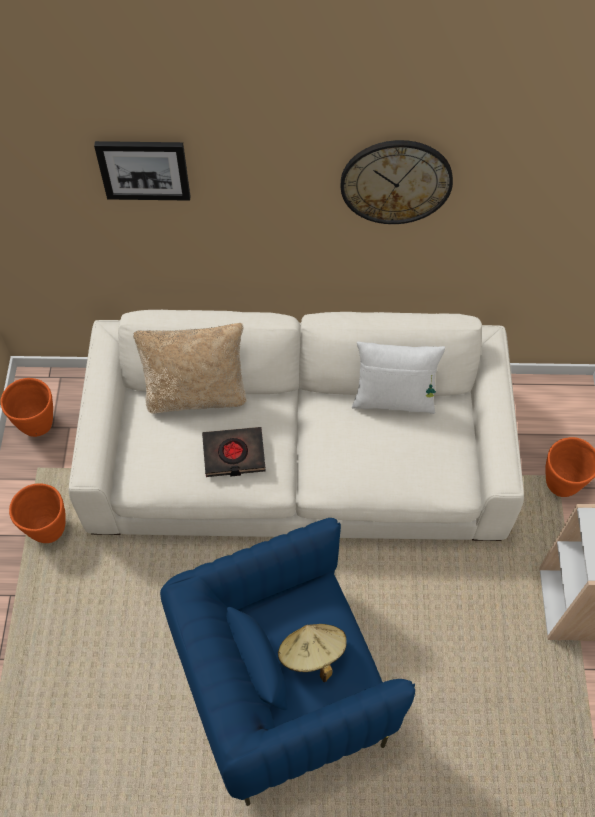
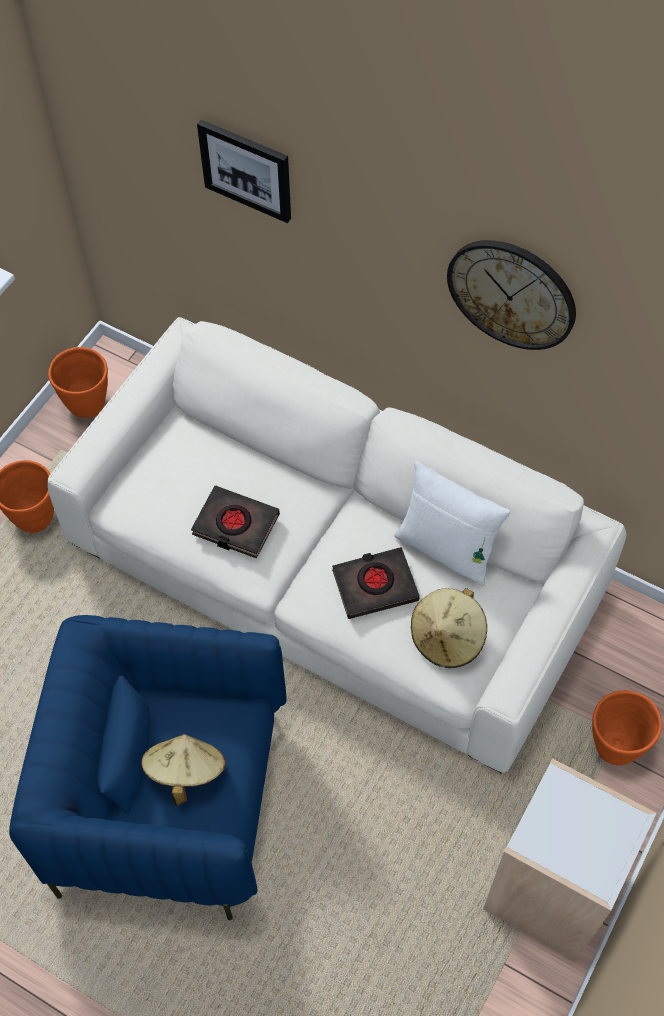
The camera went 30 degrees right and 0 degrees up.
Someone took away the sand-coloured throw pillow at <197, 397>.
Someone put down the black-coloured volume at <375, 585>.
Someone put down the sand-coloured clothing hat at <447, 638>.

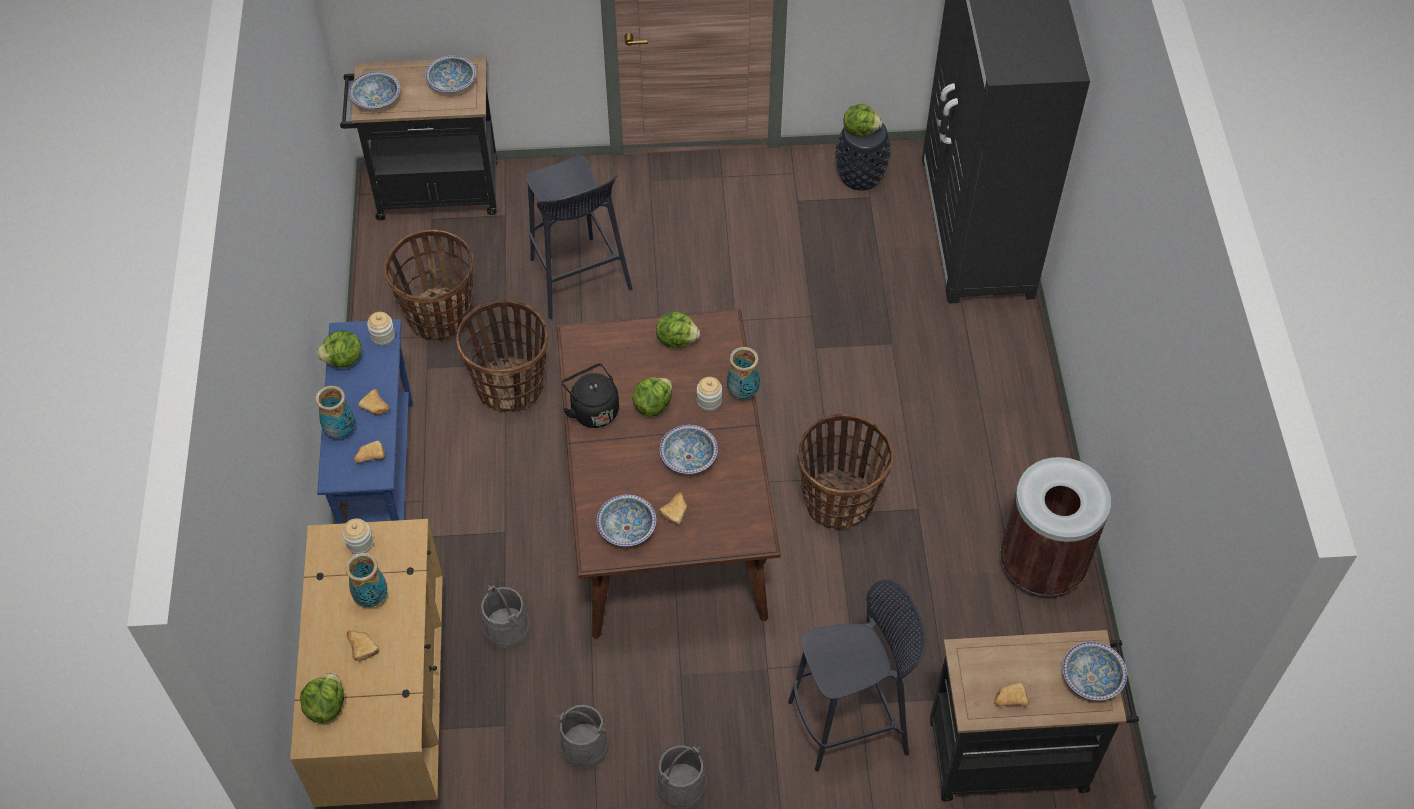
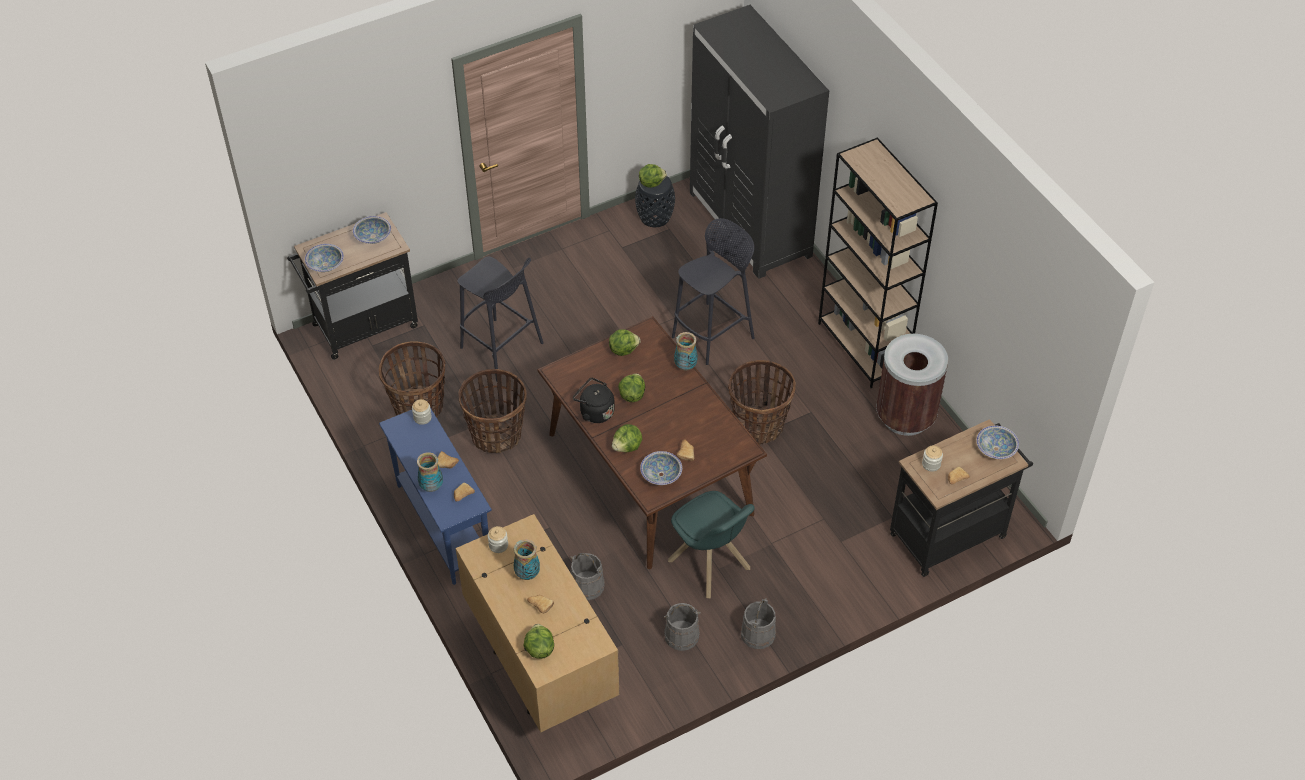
The camera went 25 degrees left and 5 degrees down.
Someone carried the lettuce from <343, 360> to <627, 447>.
Someone carried the storage jar from <709, 401> to <931, 464>.
Someone took away the deep dish at <689, 457>.
Someone carried the gray stool from <849, 721> to <712, 334>.
Someone put down the sand-coloured bookshelf at <863, 347>.
Someone put down the blue-green upright chair at <710, 564>.

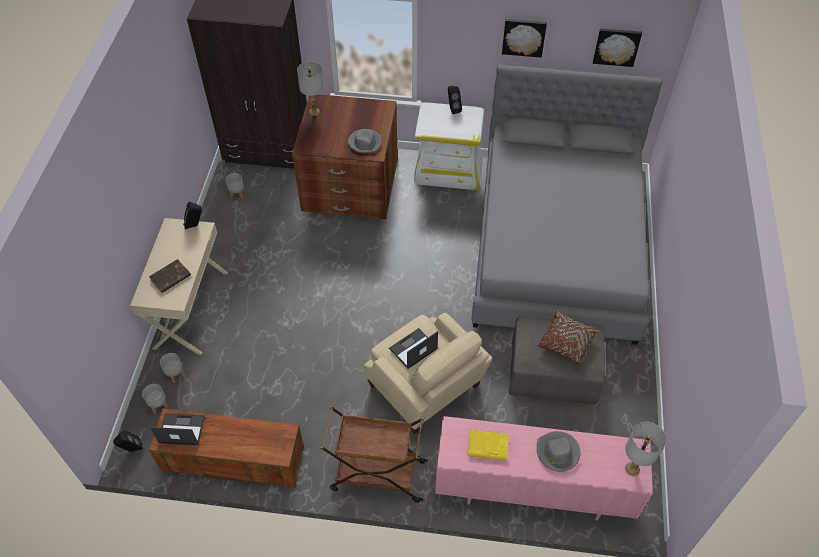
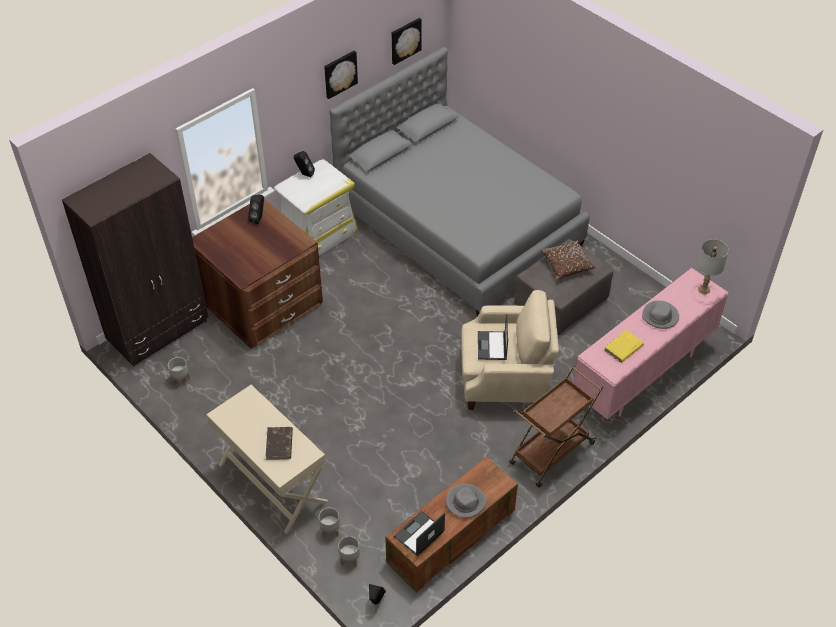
The camera went 50 degrees left and 5 degrees down.
Someone took away the gray table lamp at <314, 112>.
Someone carried the gray clothing hat from <365, 142> to <465, 501>.
Someone carried the black-coloured speaker from <195, 225> to <259, 218>.

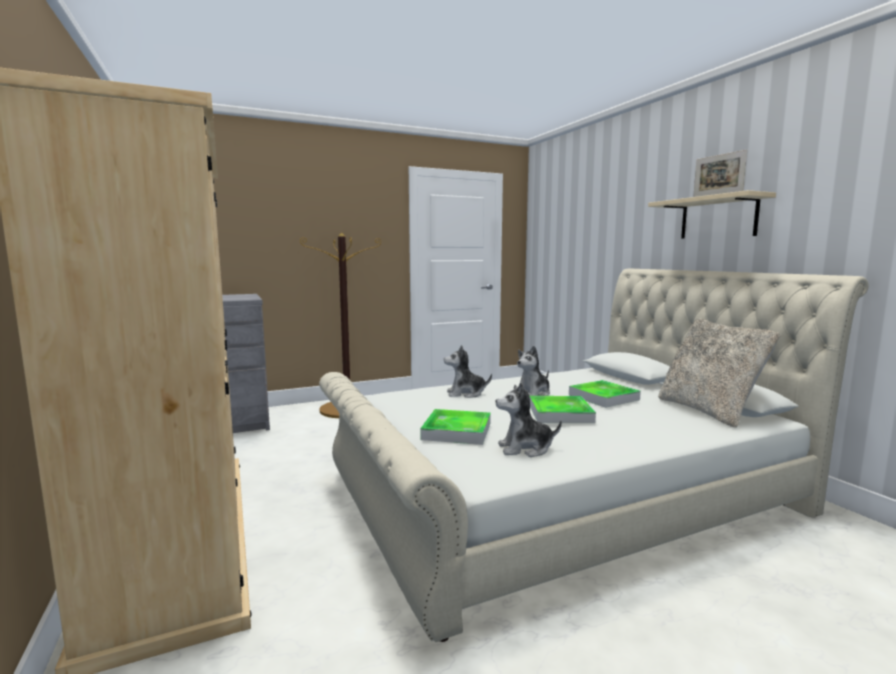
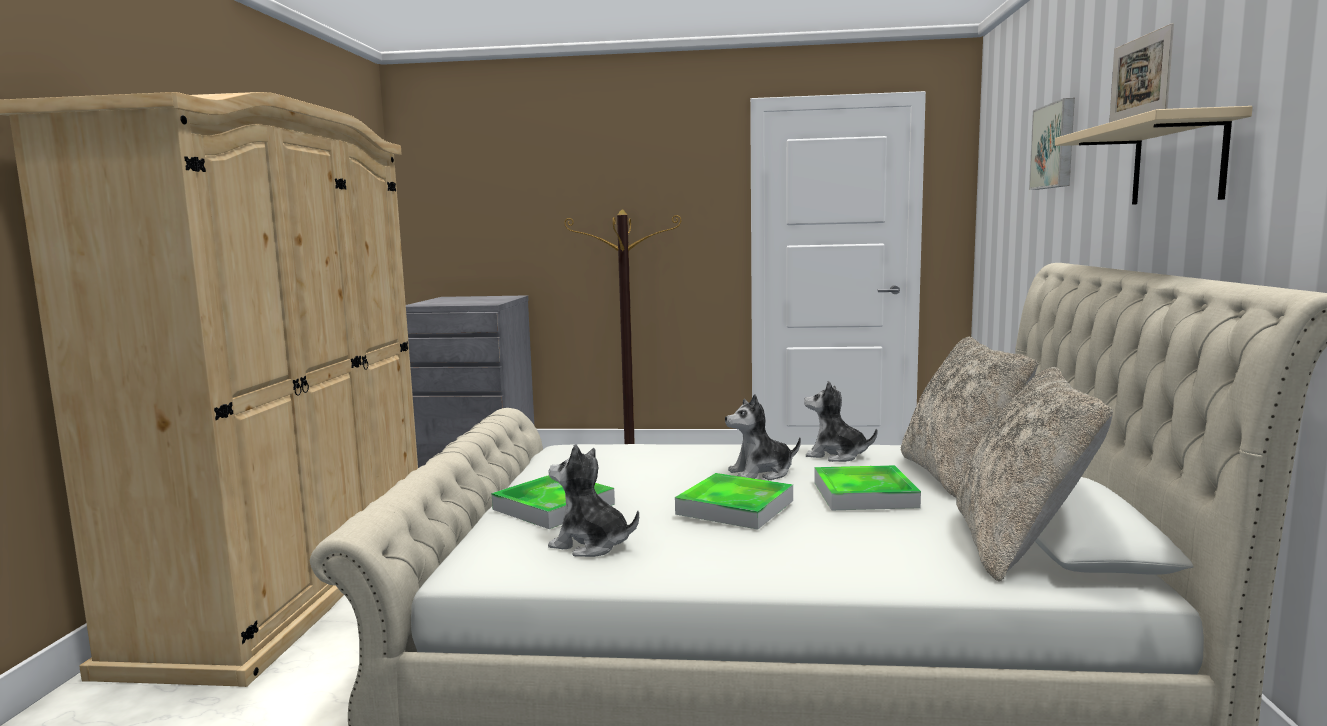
The camera went 30 degrees right and 0 degrees up.
Someone carried the soft toy from <465, 394> to <836, 455>.
Someone put up the wall picture at <1055, 146>.
Someone put down the sand-coloured throw pillow at <958, 475>.

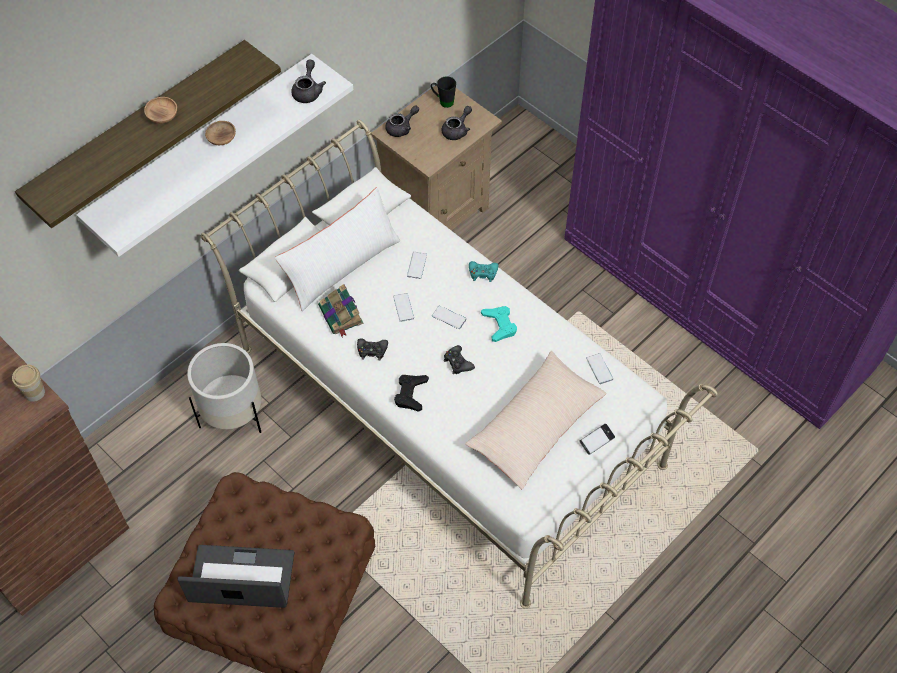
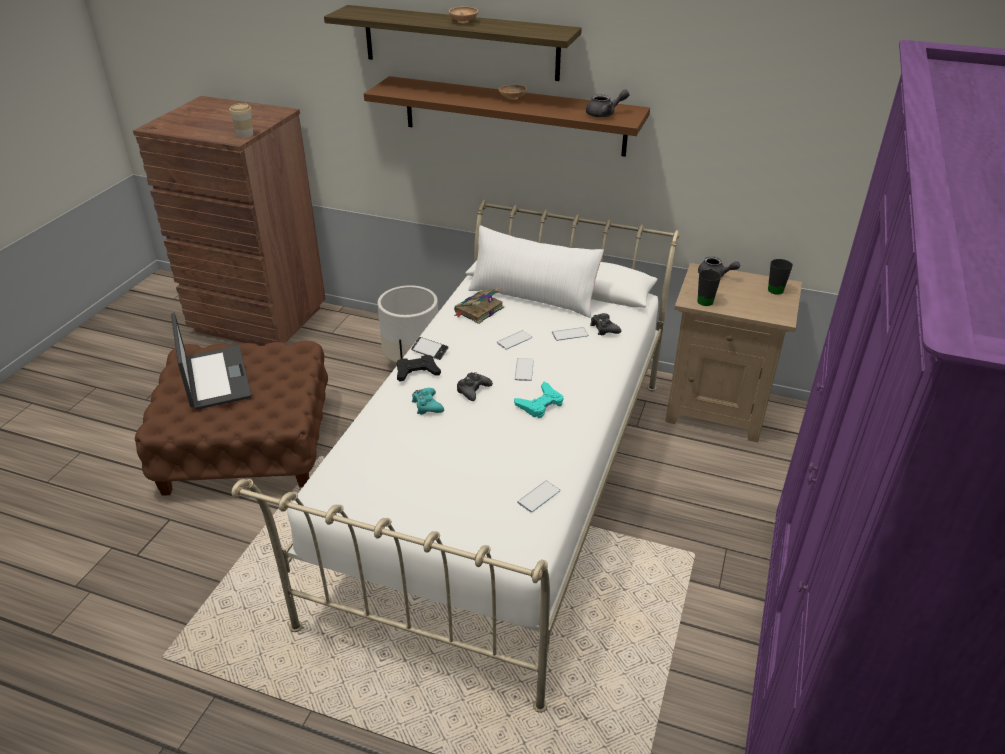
The camera went 65 degrees right and 20 degrees down.
Someone repainted the whitish shelf at <203, 148>, which became the brown-coloured shelf at <513, 116>.
Someone took away the gray tea pot at <457, 130>.
Someone carried the blue-green game controller from <483, 273> to <427, 405>.
Someone carried the black-coloured game controller from <372, 351> to <604, 328>.
Someone took away the sand-coloured throw pillow at <536, 426>.
Someone carried the phone from <596, 440> to <429, 351>.
Someone put down the black-coloured mug at <707, 300>.

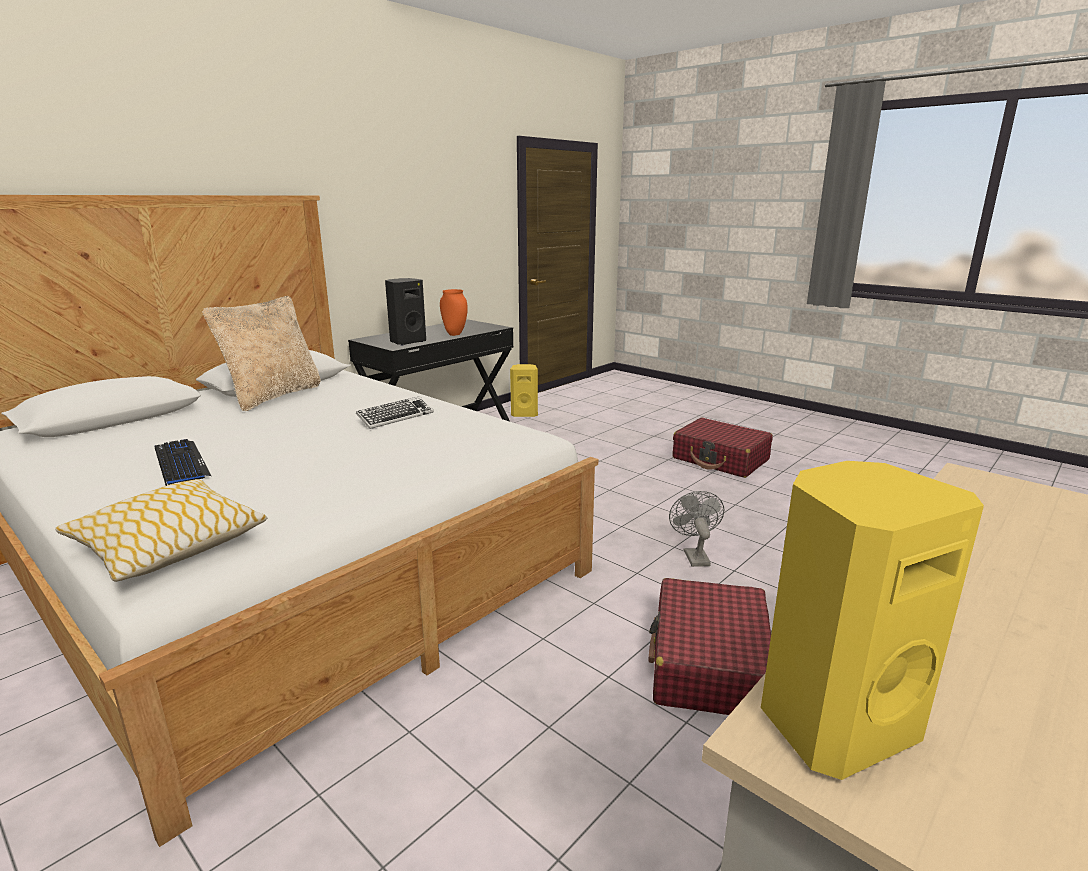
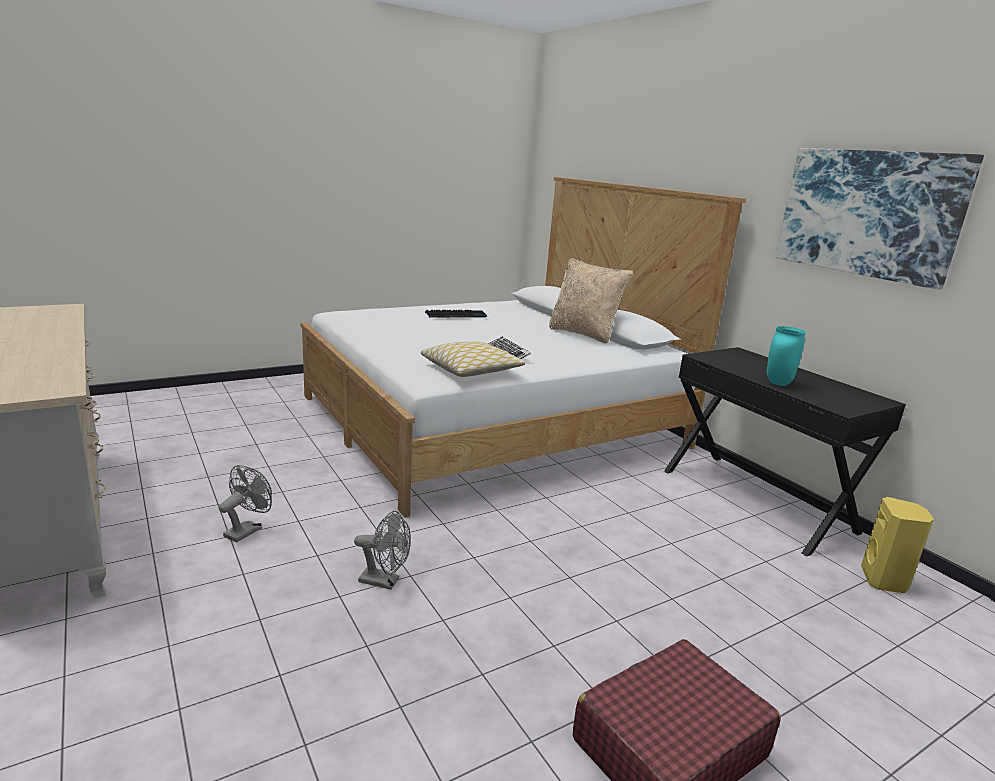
The camera went 105 degrees right and 0 degrees up.
Someone took away the black-coloured speaker at <407, 342>.
Someone repainted the orangey decorative vase at <455, 334>, which became the blue-green decorative vase at <779, 384>.
Someone took away the yellow speaker at <832, 721>.
Someone carried the throw pillow from <167, 545> to <471, 370>.
Someone swapped the red-coloured suitcase at <709, 664> for the gray electric fan at <247, 530>.
Someone put up the wall picture at <867, 213>.

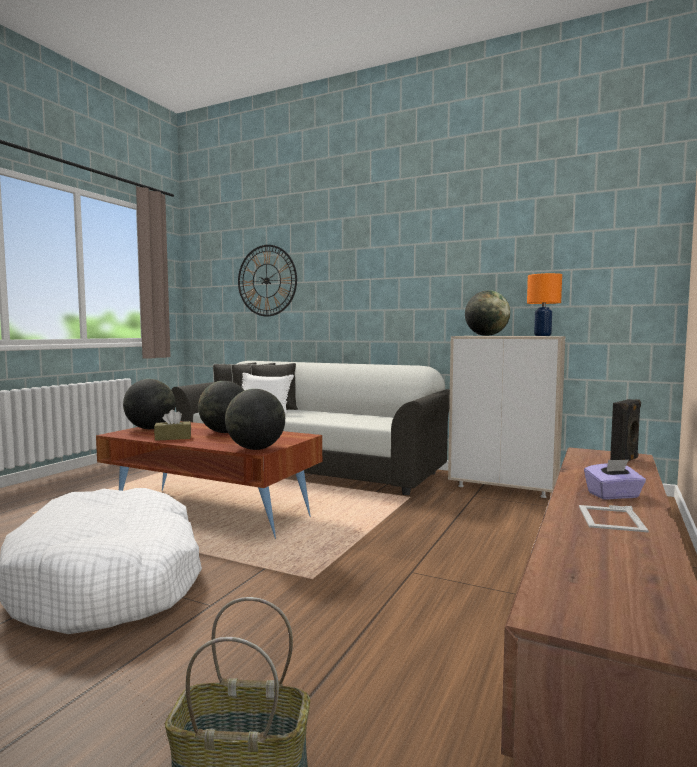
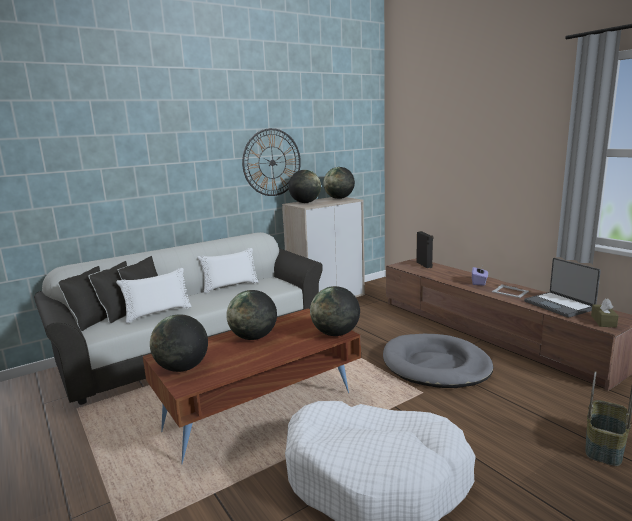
The camera went 60 degrees left and 10 degrees up.
Someone carried the clock on the wall from <266, 280> to <272, 162>.
Someone swapped the orangey table lamp at <543, 335> for the world globe at <339, 198>.
Someone carried the brown-coloured tissue box from <173, 438> to <603, 321>.
Someone put down the whitish throw pillow at <230, 286>.
Someone put down the notebook computer at <559, 305>.
Someone put down the gray pet bed at <435, 365>.

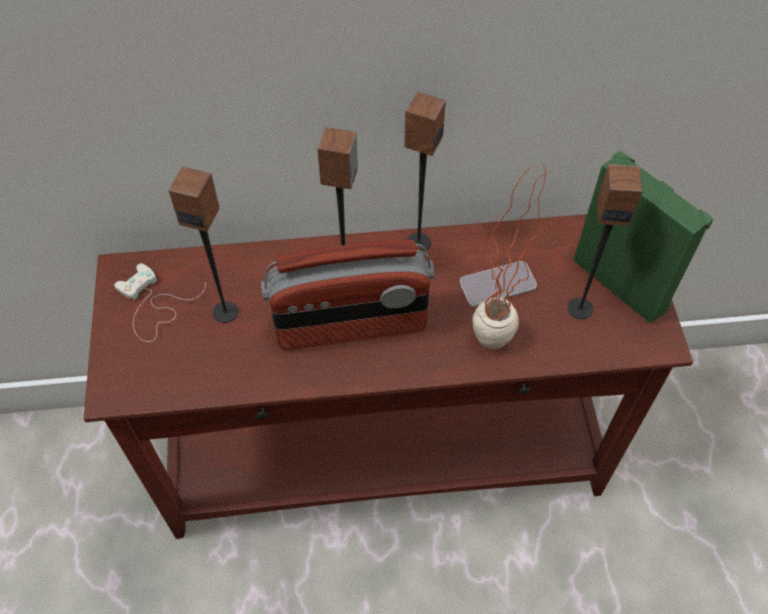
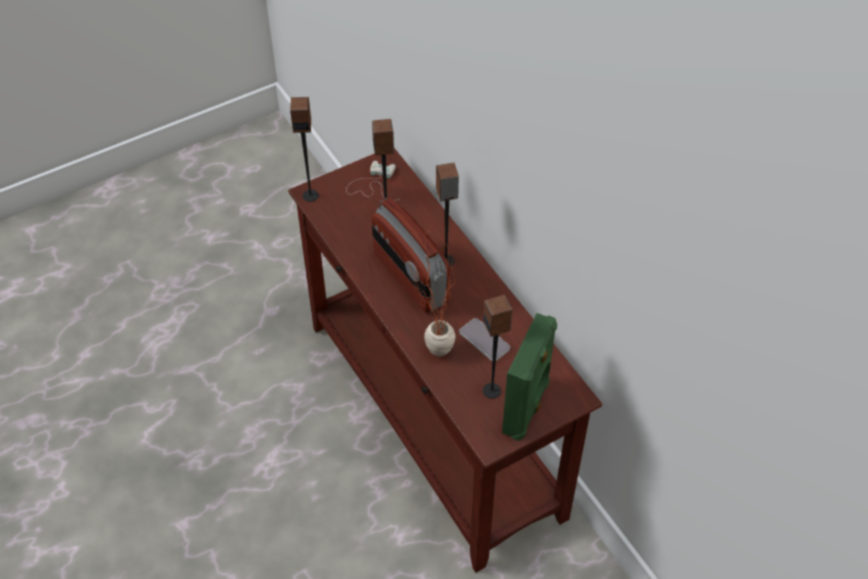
The camera went 65 degrees right and 5 degrees down.
Someone carried the speaker from <418, 242> to <310, 195>.

